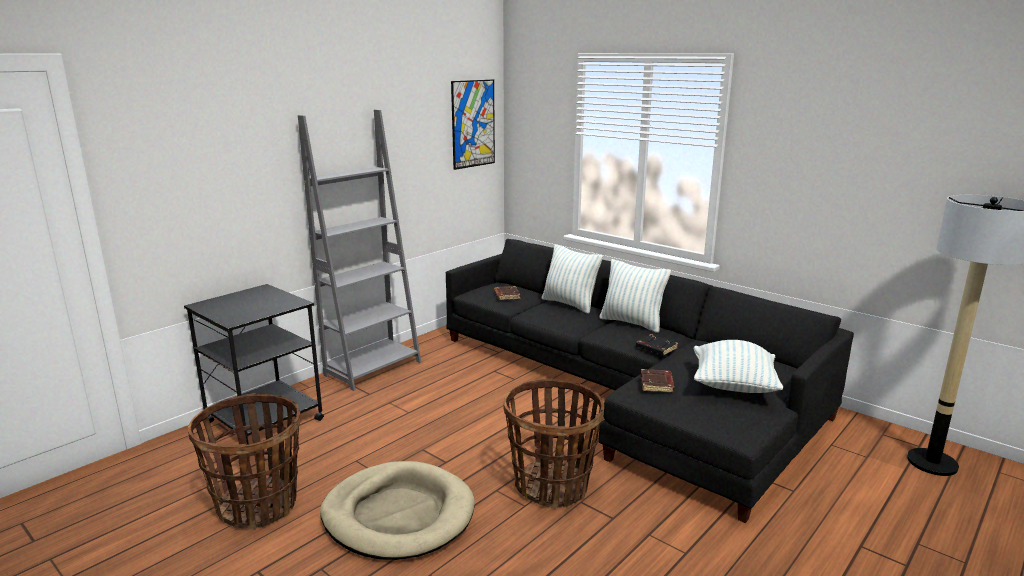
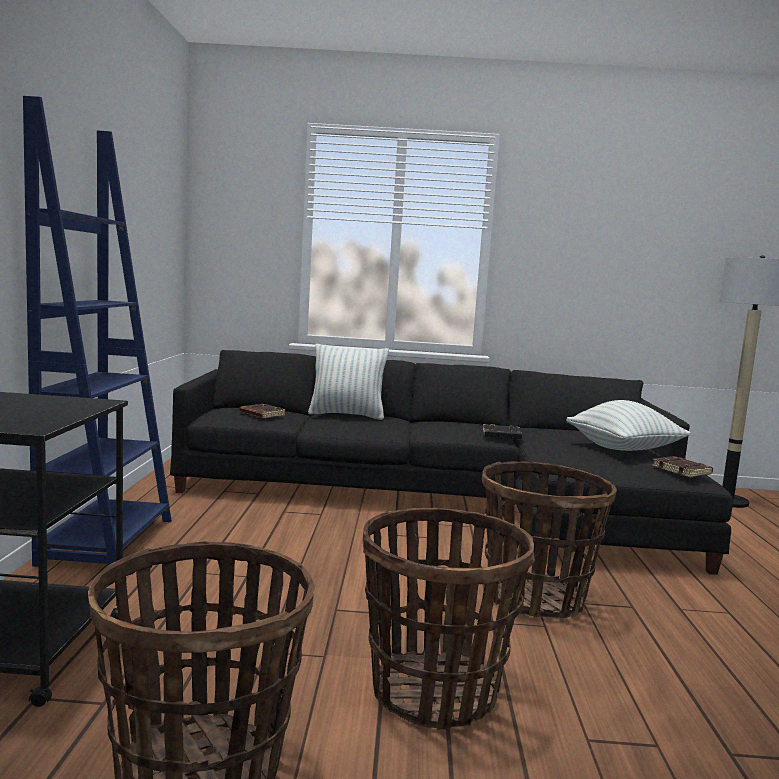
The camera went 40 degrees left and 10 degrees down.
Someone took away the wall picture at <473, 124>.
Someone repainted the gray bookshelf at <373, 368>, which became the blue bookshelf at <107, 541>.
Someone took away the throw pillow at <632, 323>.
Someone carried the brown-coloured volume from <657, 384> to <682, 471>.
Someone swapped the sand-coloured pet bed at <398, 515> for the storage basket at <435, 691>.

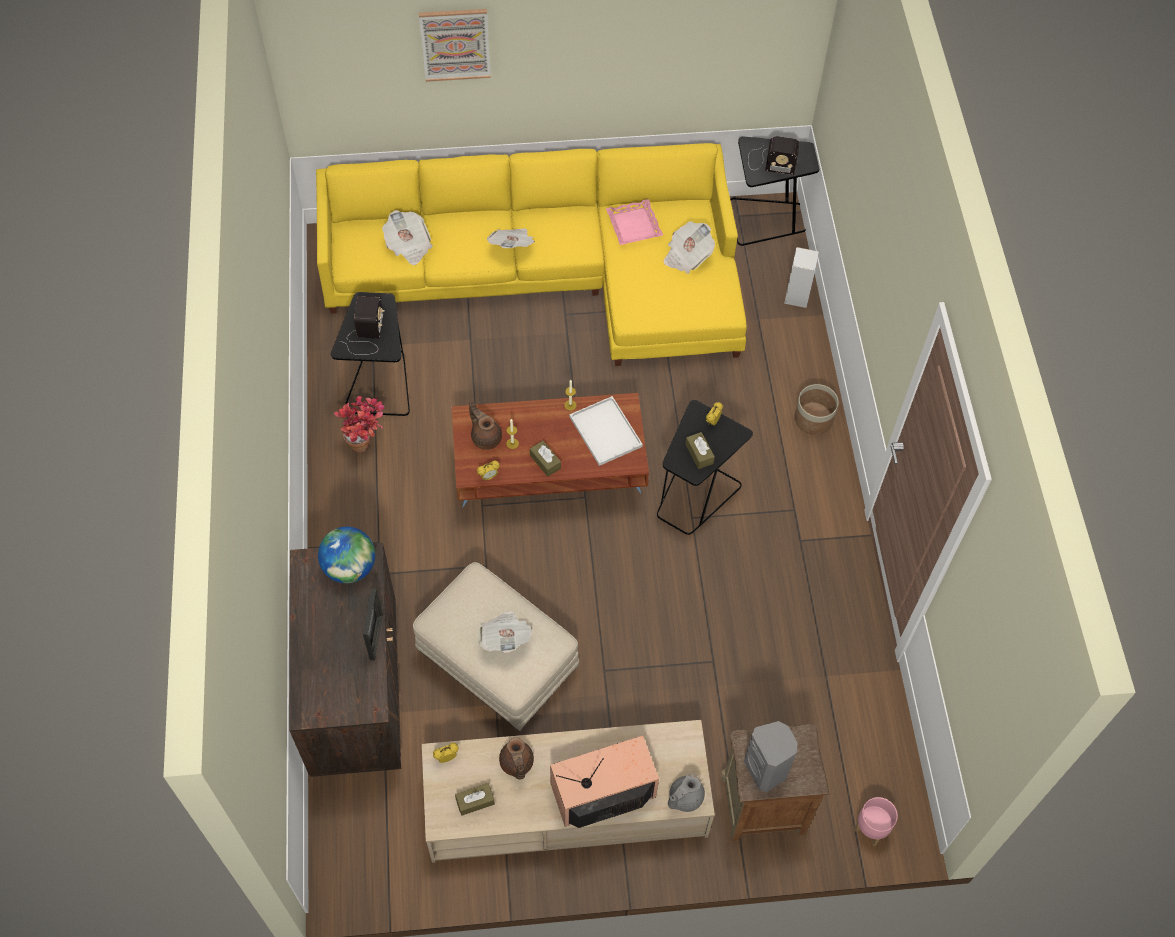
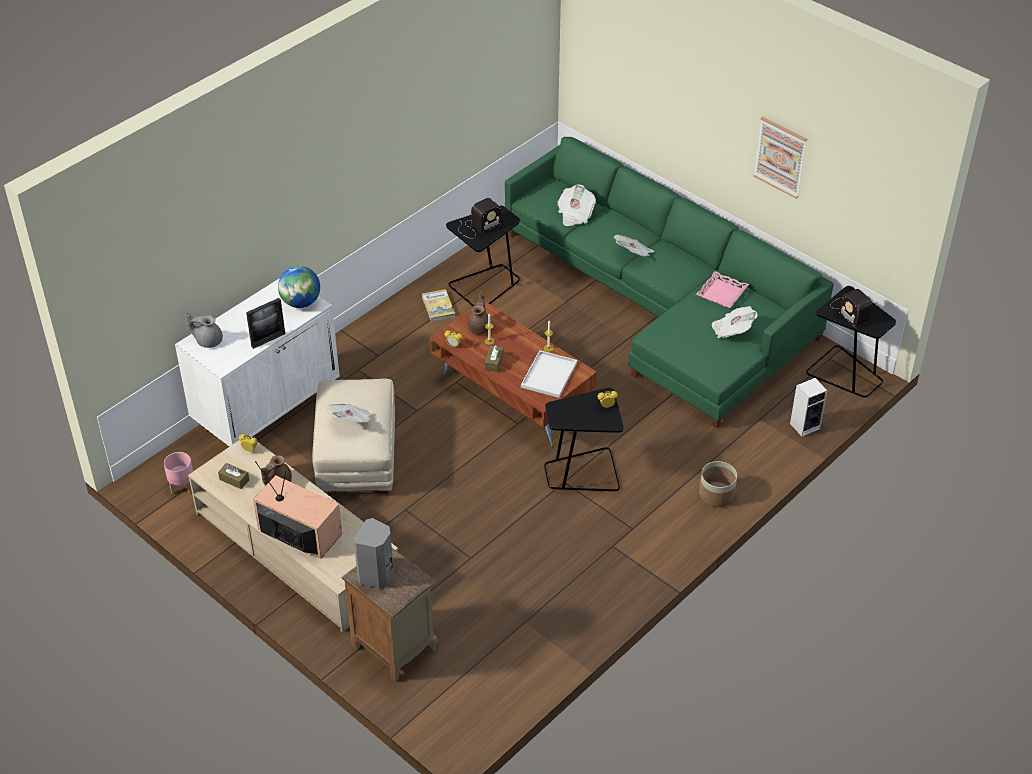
The camera went 50 degrees right and 15 degrees down.
Someone carried the wall picture from <455, 44> to <780, 157>.
Someone repainted the yellow settee at <552, 271>, which became the greenish settee at <664, 303>.
Someone swapped the plant in a pot at <366, 443> for the volume at <438, 307>.
Someone took away the brown-coloured tissue box at <699, 454>.
Someone repainted the brown-coloured cupboard at <357, 696>, which became the whitish cupboard at <268, 413>.
Someone carried the gray tea pot from <684, 797> to <208, 340>.
Someone carried the pink-coloured planter from <871, 829> to <182, 486>.

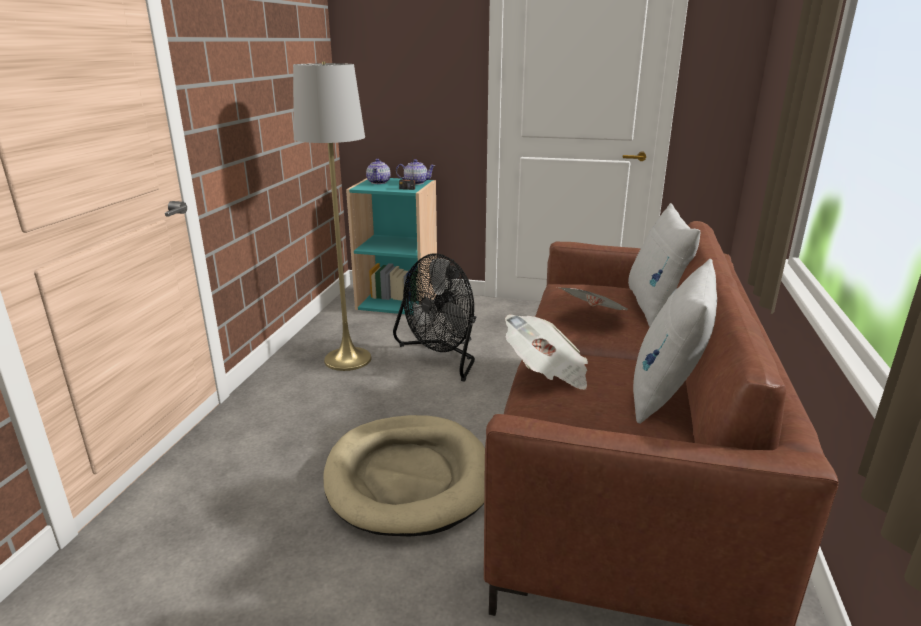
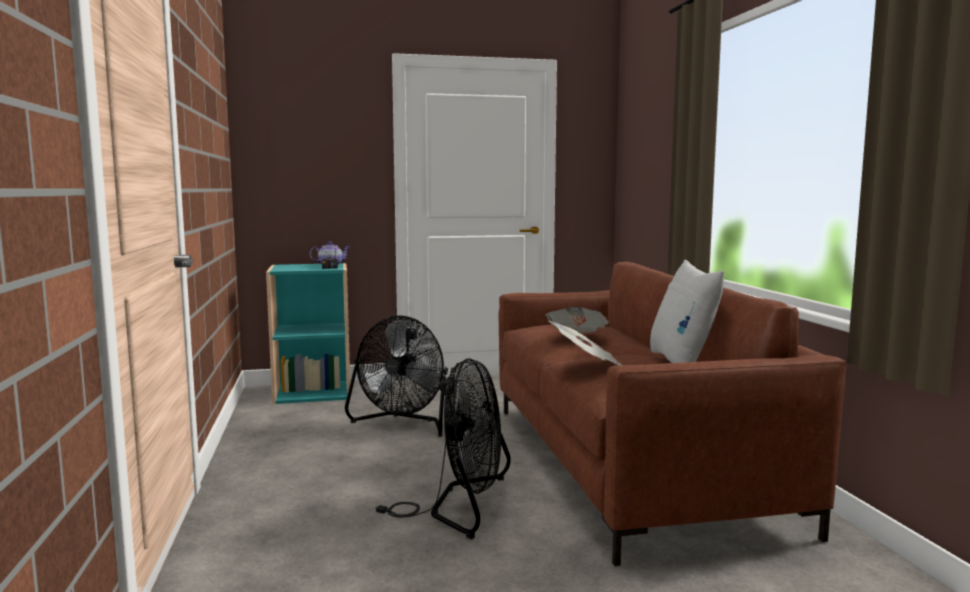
The camera went 25 degrees left and 15 degrees down.
Someone took away the gray floor lamp at <347, 359>.
Someone took away the tea pot at <379, 182>.
Someone took away the gray throw pillow at <654, 307>.
Someone swapped the sand-coloured pet bed at <408, 478> for the black-coloured electric fan at <459, 505>.

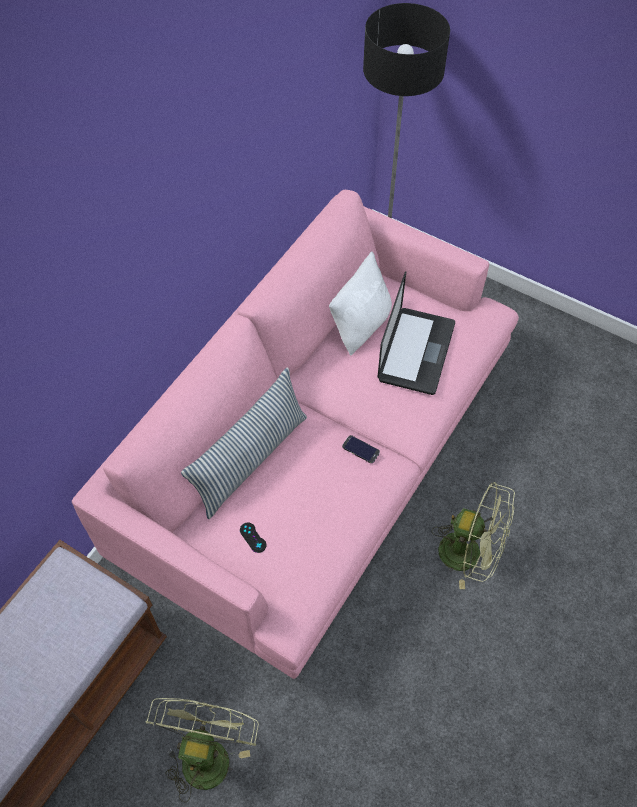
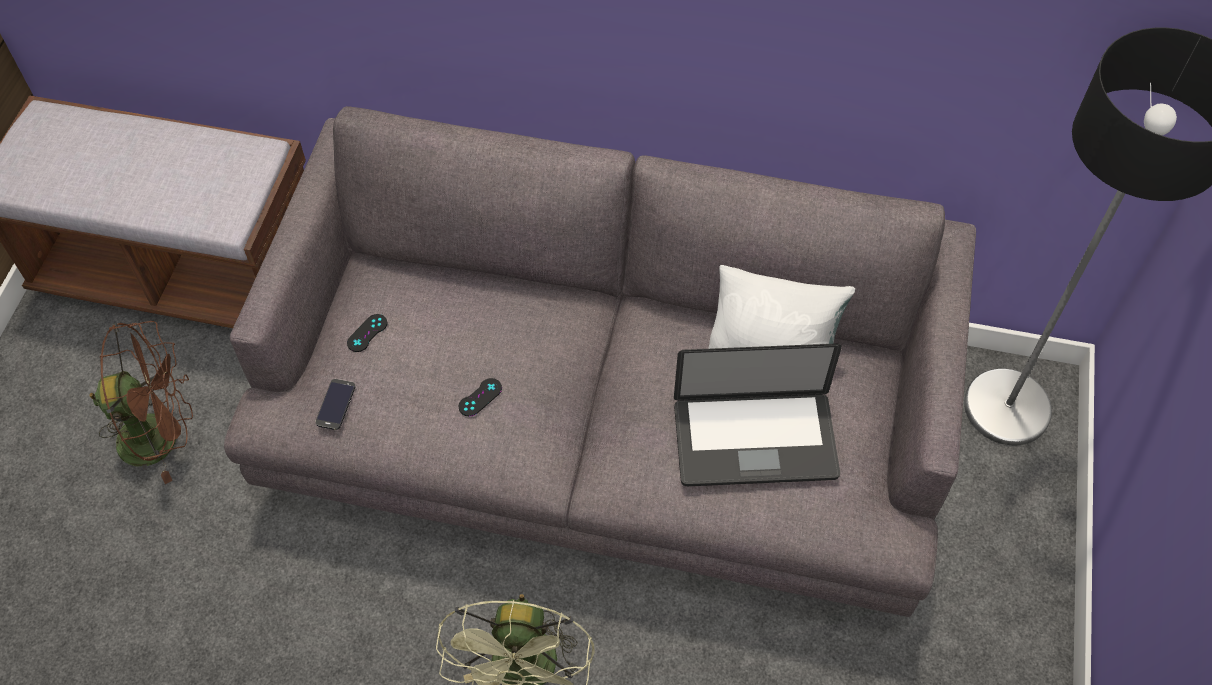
The camera went 70 degrees right and 0 degrees up.
Someone repainted the pink-coloured settee at <316, 458>, which became the gray settee at <605, 424>.
Someone took away the throw pillow at <251, 460>.
Someone carried the phone from <360, 449> to <335, 404>.
Someone repainted the greenish electric fan at <206, 751>, which became the brown-coloured electric fan at <162, 436>.
Someone put down the black-coloured game controller at <480, 397>.

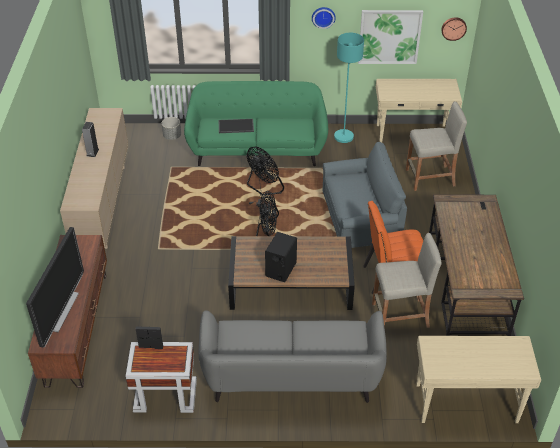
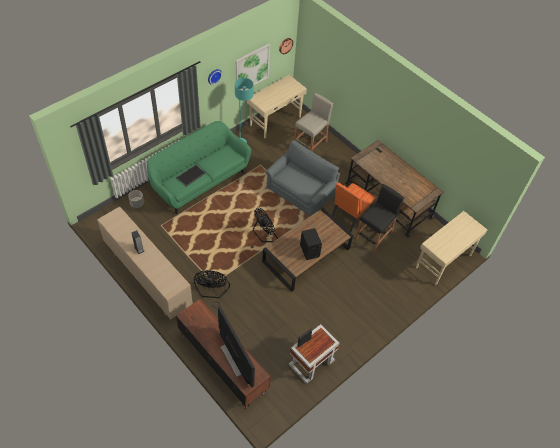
The camera went 45 degrees left and 10 degrees up.
Someone carried the black-coloured electric fan from <260, 188> to <212, 293>.
Someone repainted the sand-coloured stool at <400, 316>, which became the black-coloured stool at <374, 236>.
Someone took away the gray settee at <292, 378>.

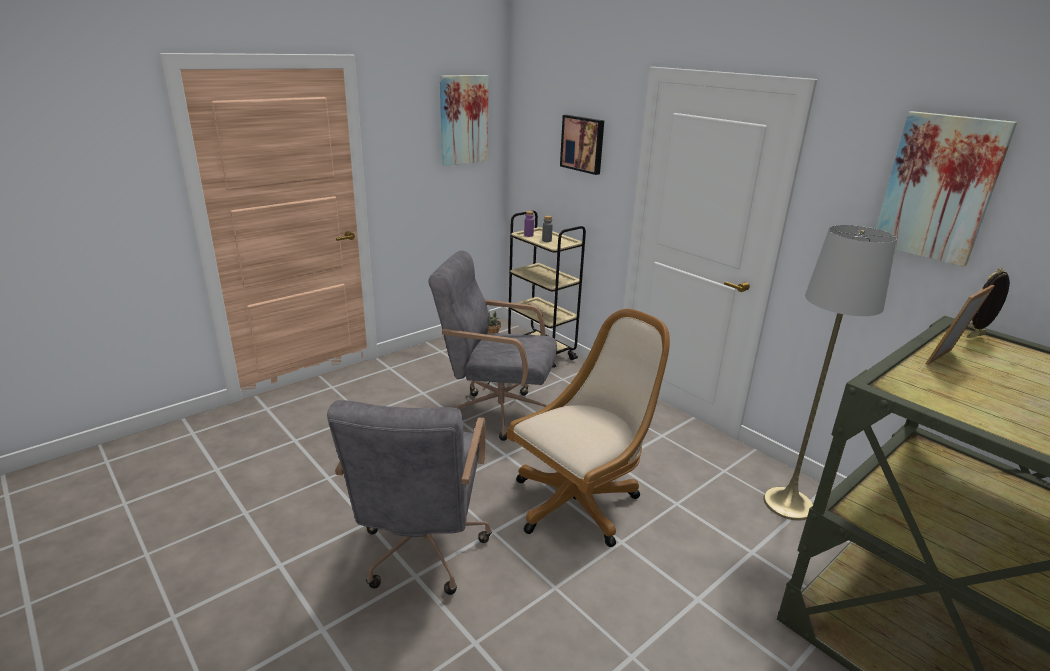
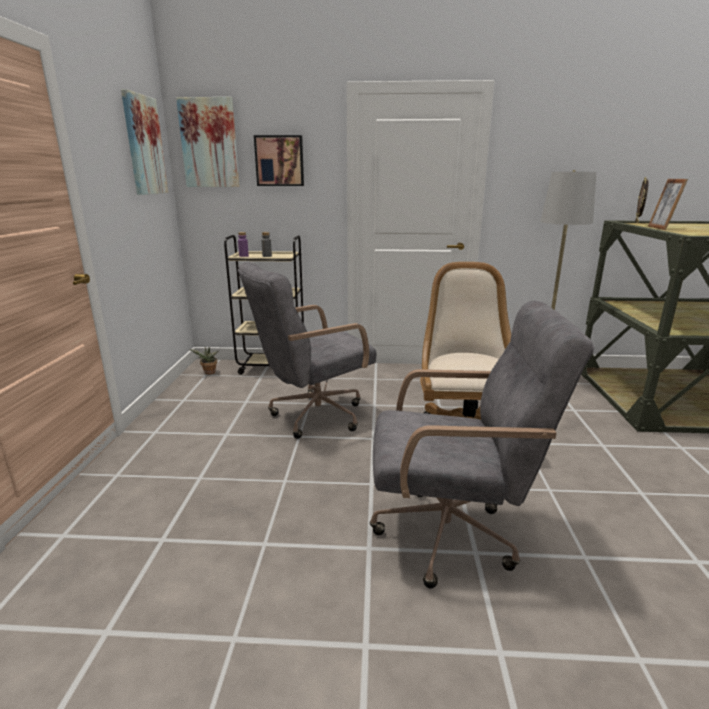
The camera went 45 degrees left and 5 degrees down.
Someone carried the wall picture from <939, 188> to <209, 143>.
Someone rotated the gray office chair at <422, 556> by 45 degrees counterclockwise.

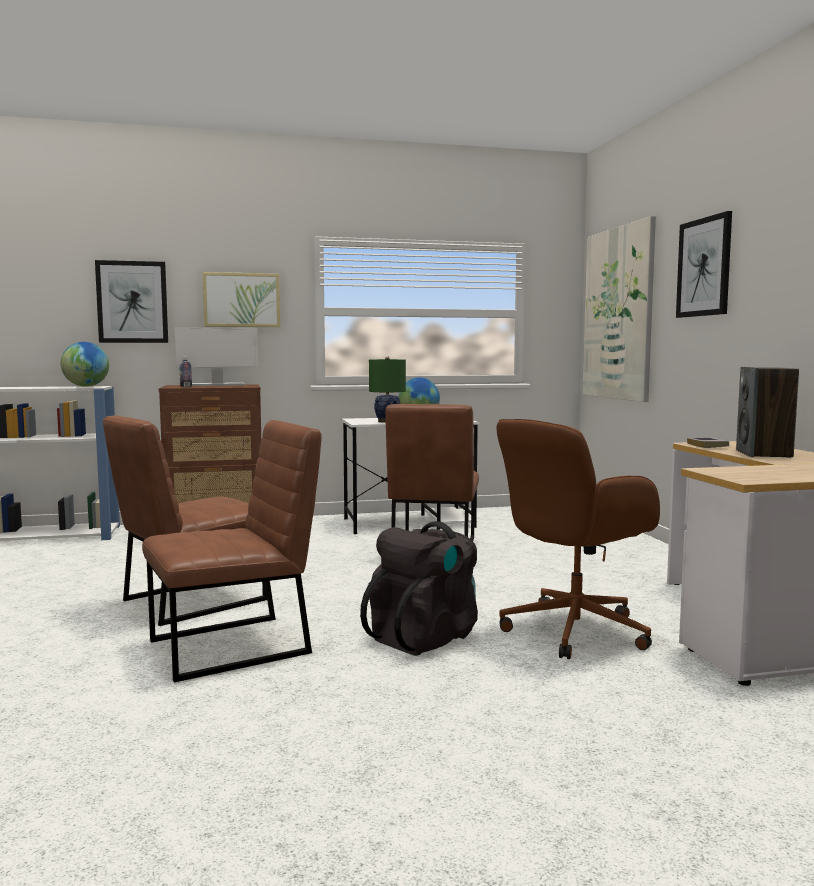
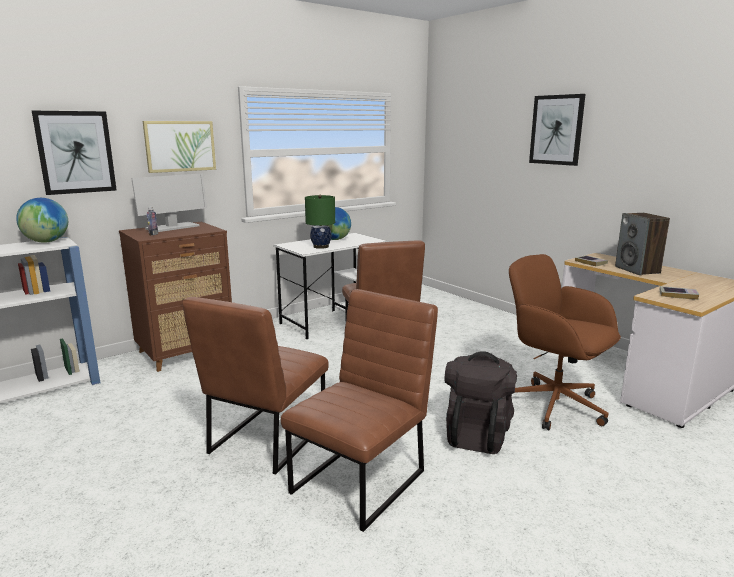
The camera went 25 degrees left and 10 degrees up.
Someone took away the wall picture at <618, 314>.
Someone rotated the brown-coloured office chair at <573, 631> by 105 degrees clockwise.
Someone put down the volume at <678, 295>.

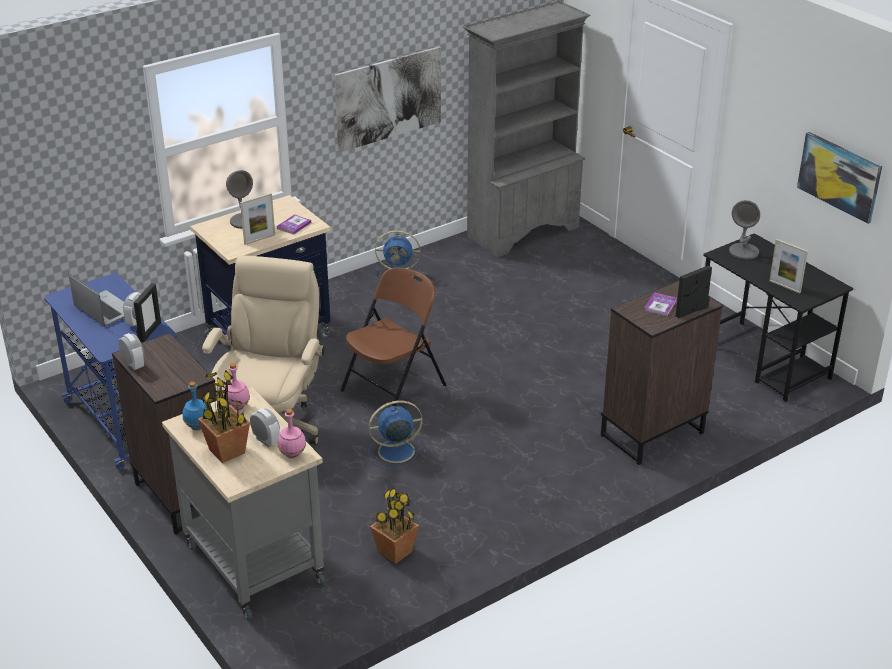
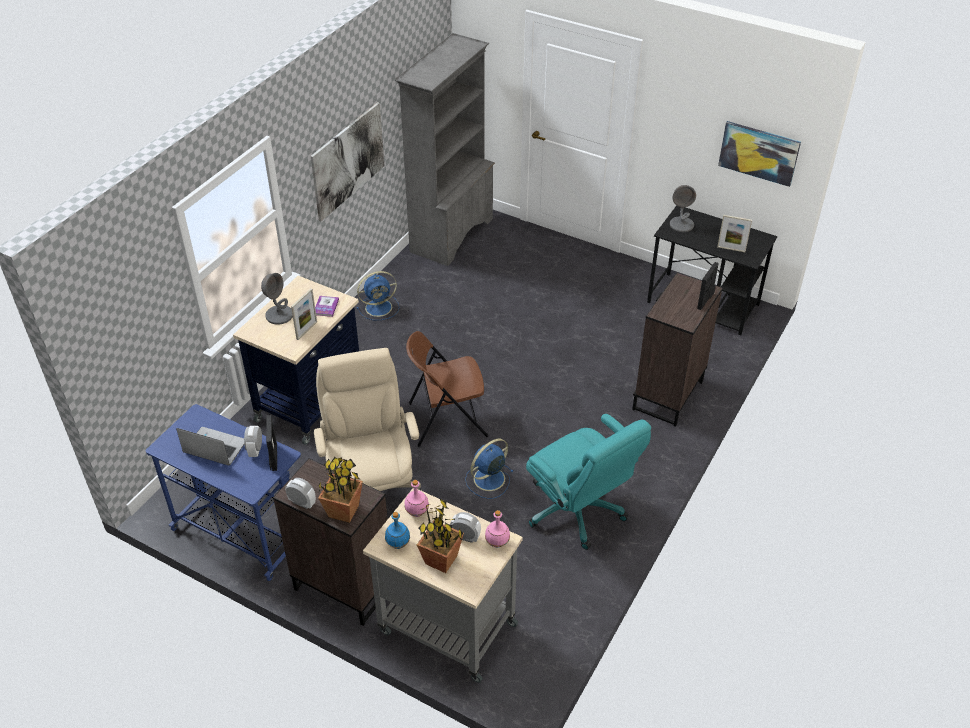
The camera went 25 degrees left and 10 degrees up.
Someone rotated the brown-coloured upright chair at <393, 388> by 120 degrees counterclockwise.
Someone took away the volume at <660, 305>.
Someone carried the plant in a pot from <394, 552> to <343, 511>.
Someone put down the blue-green office chair at <579, 514>.

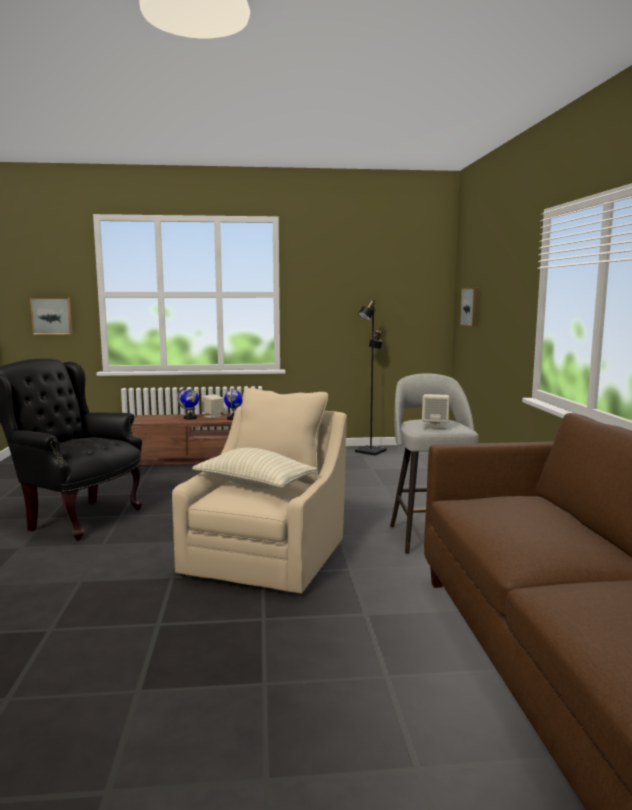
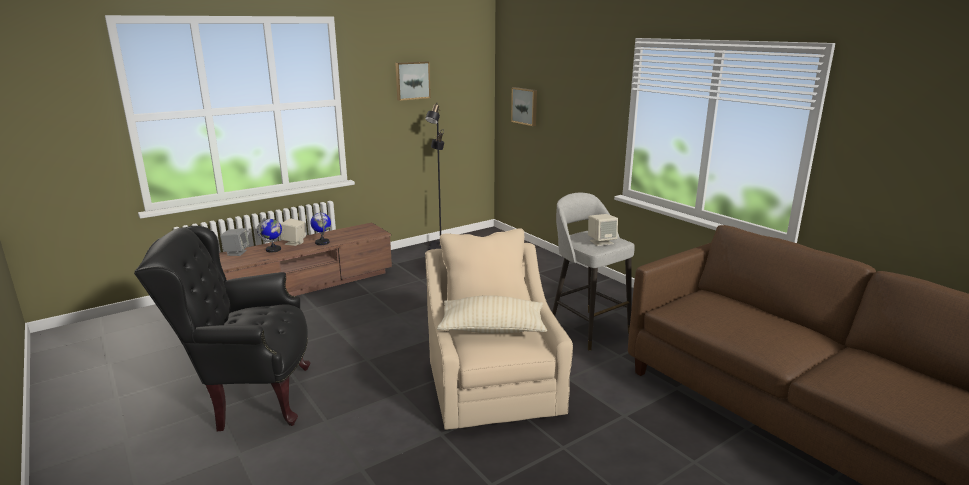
The camera went 30 degrees left and 10 degrees up.
Someone carried the wall picture from <52, 315> to <412, 80>.
Someone put down the gray speaker at <236, 252>.

